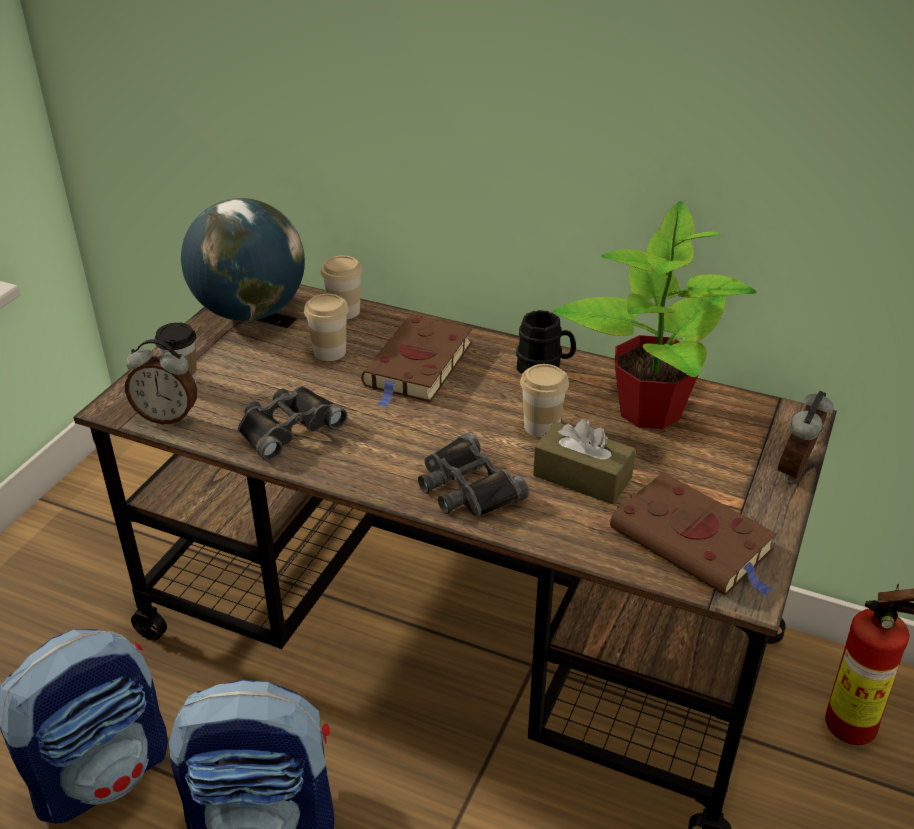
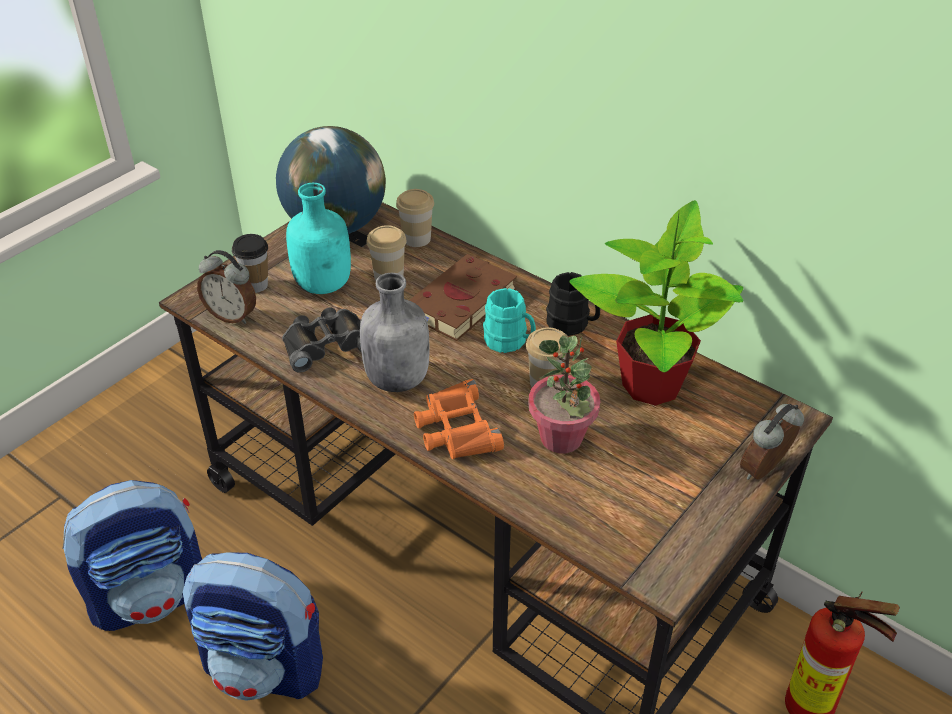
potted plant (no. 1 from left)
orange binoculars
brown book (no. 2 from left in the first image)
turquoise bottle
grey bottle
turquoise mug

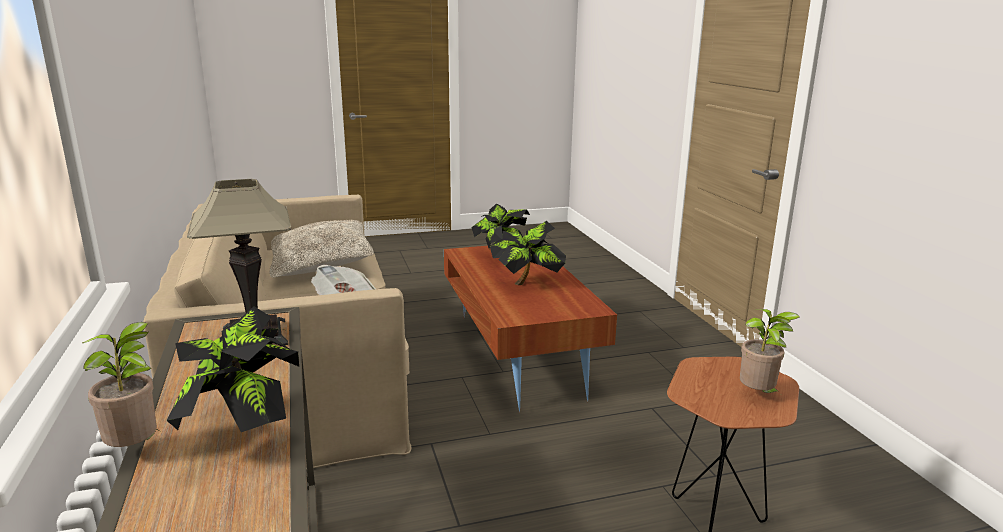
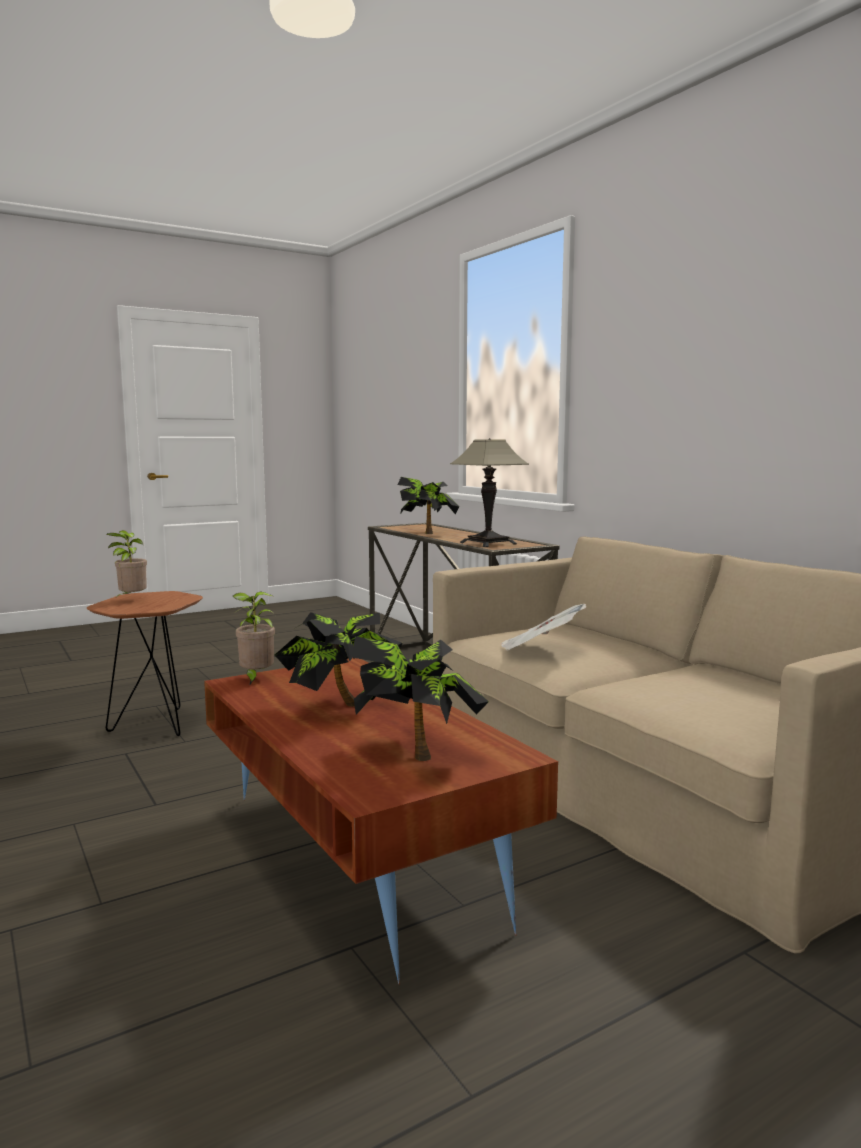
beige pillow
potted plant (no. 2 from left)

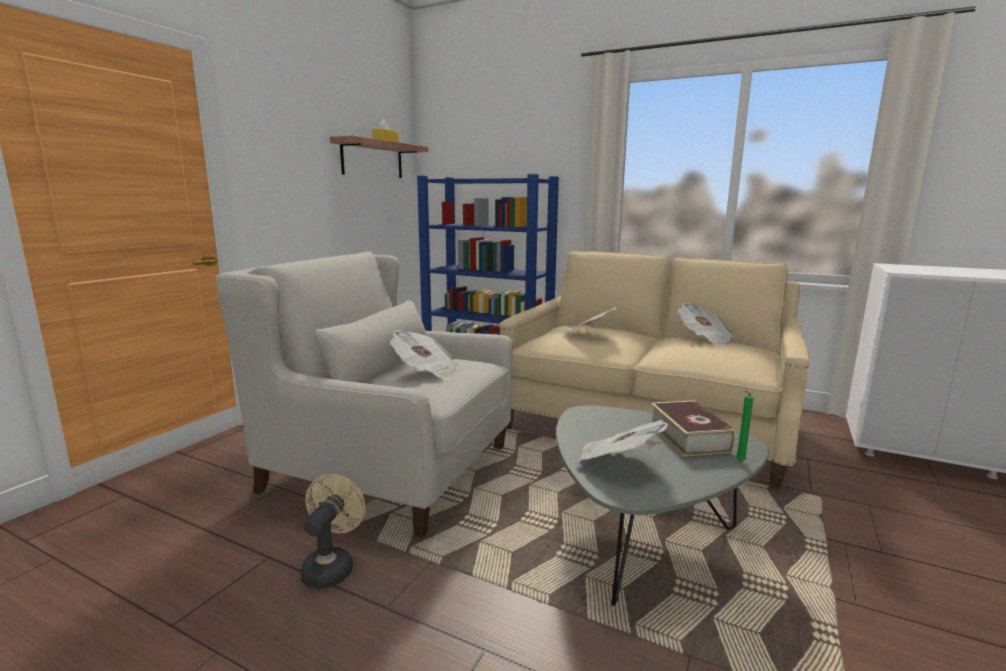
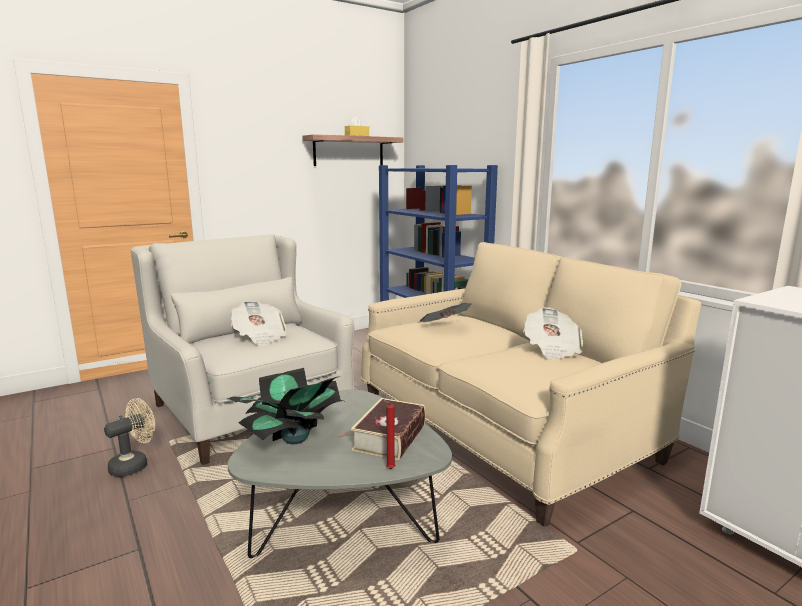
red candle
potted plant

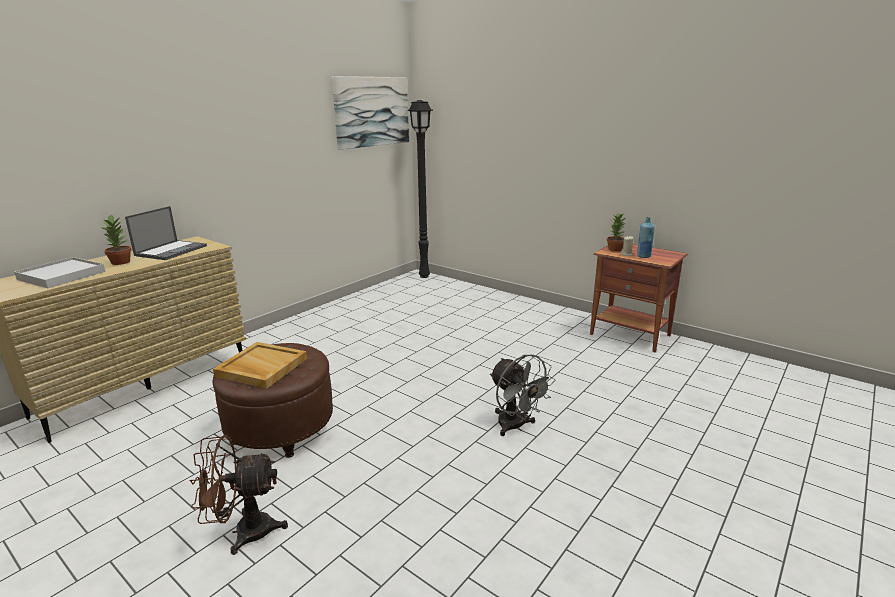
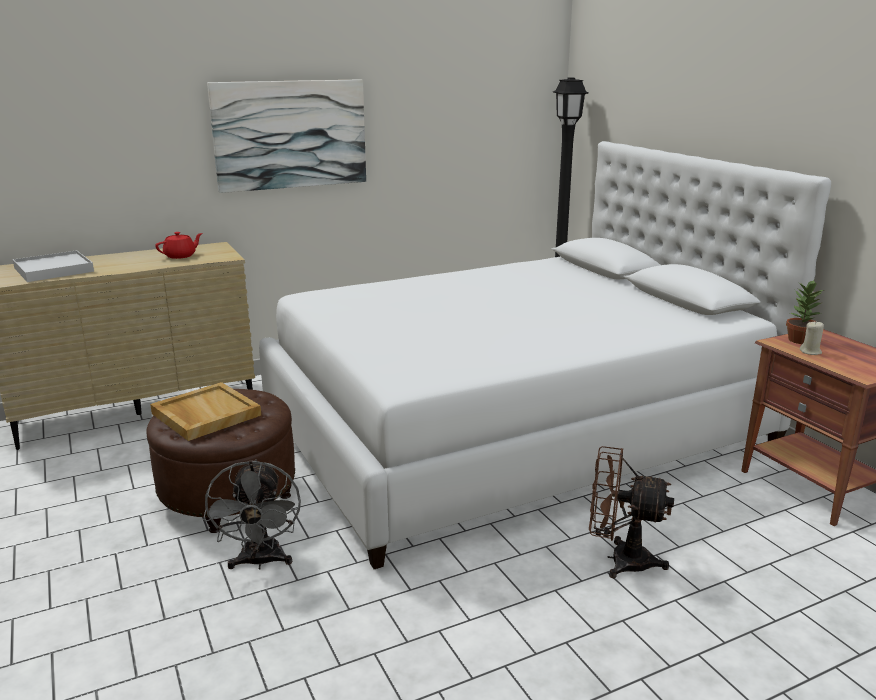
picture
red teapot
potted plant (no. 1 from left in the first image)
blue bottle
grey fan
brown fan
white bed

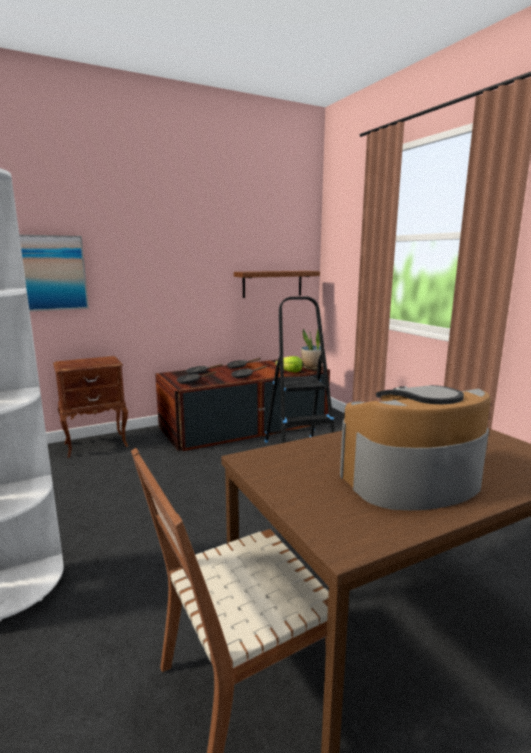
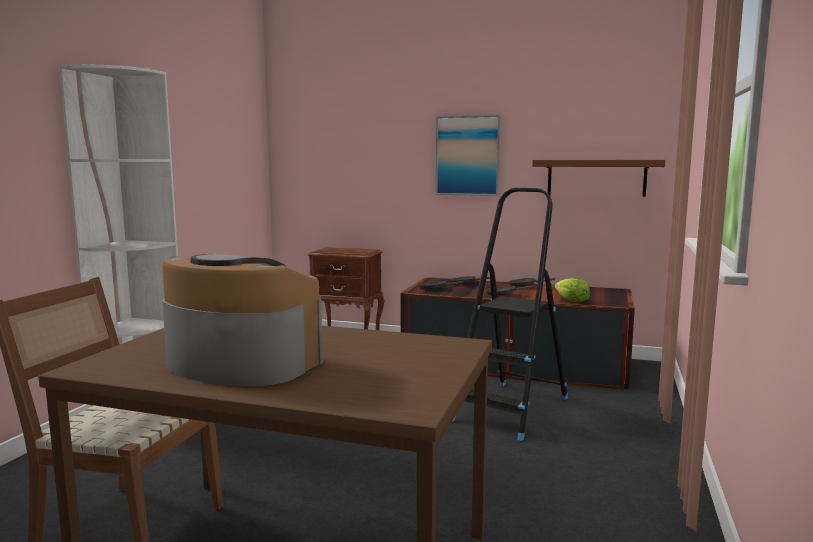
picture
potted plant

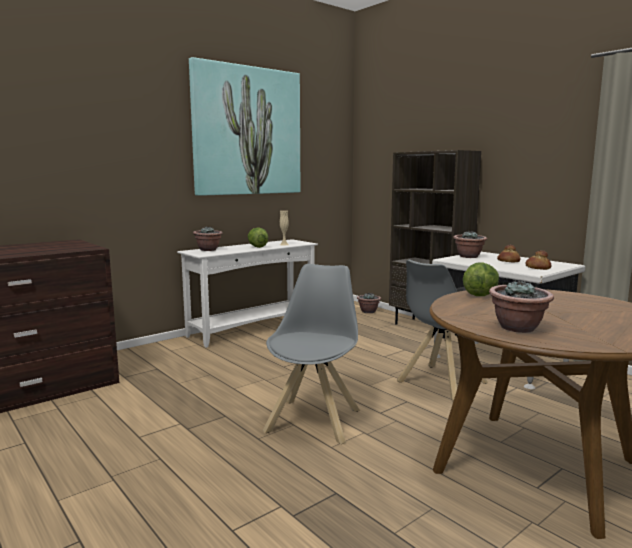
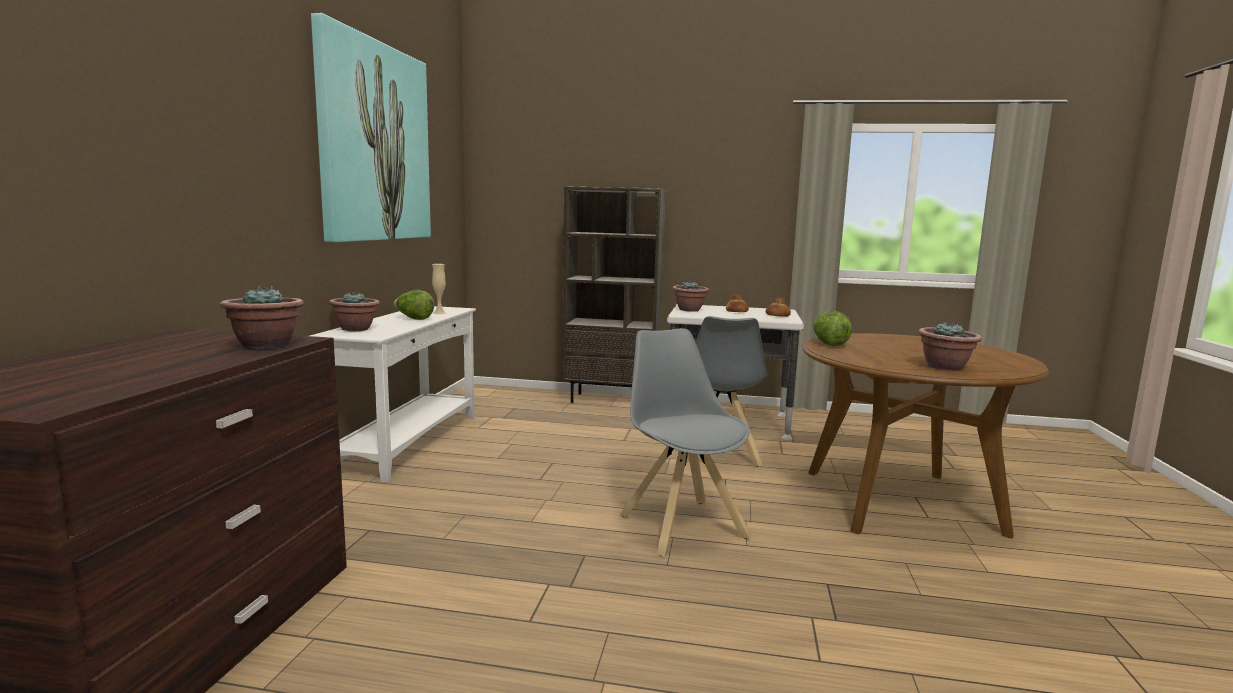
potted plant (no. 1 from left)

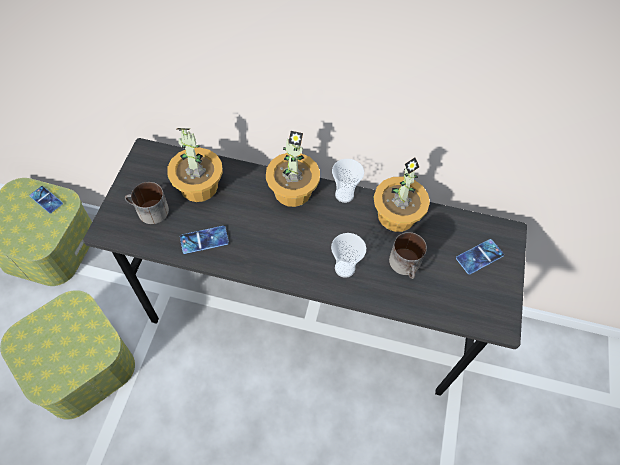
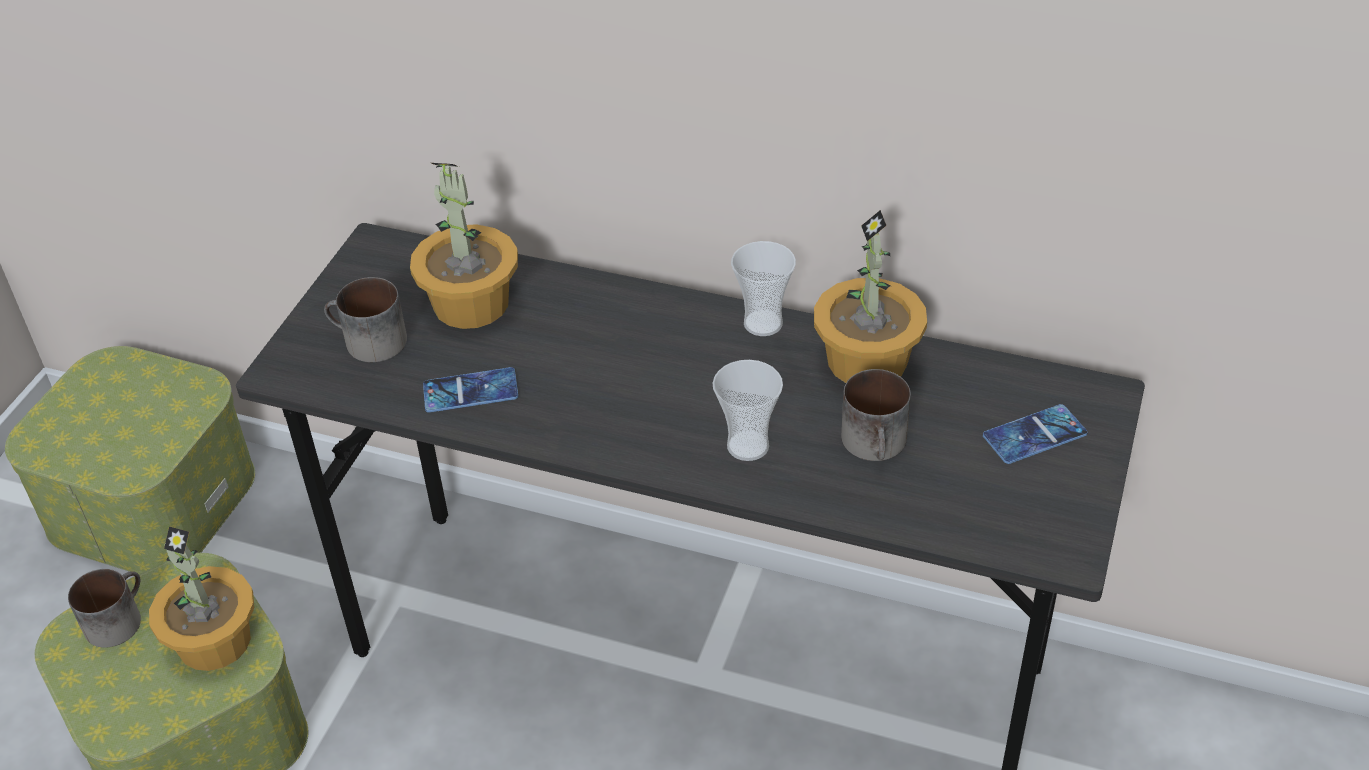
potted plant (no. 1 from left)
phone (no. 1 from left in the first image)
mug (no. 1 from left)

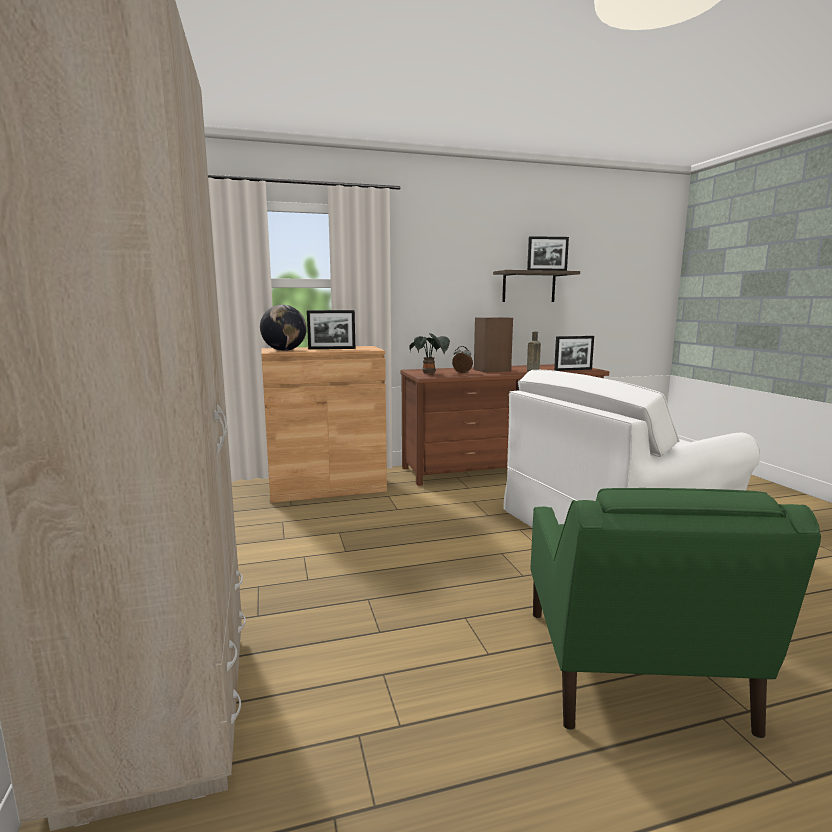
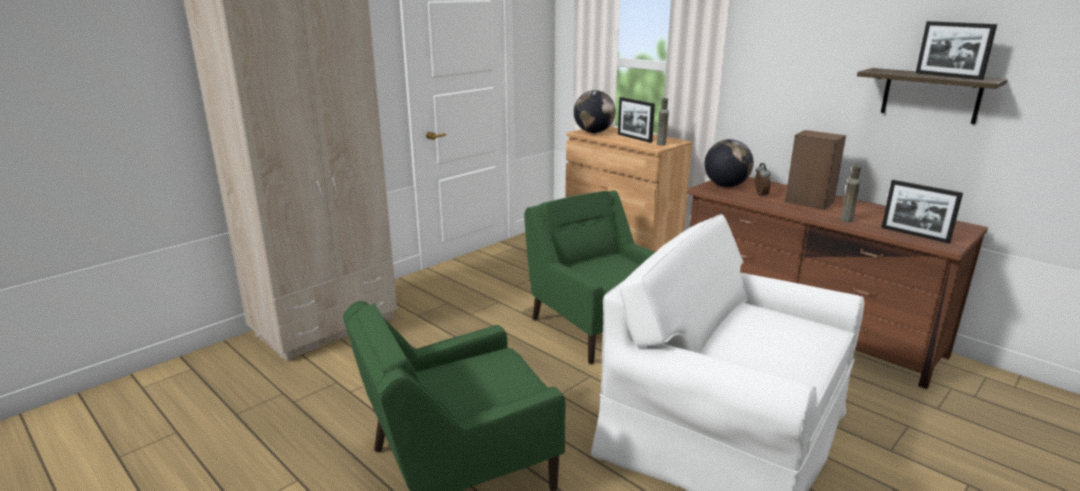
globe (no. 2 from left)
brown bottle (no. 1 from left)
green armchair (no. 2 from left)

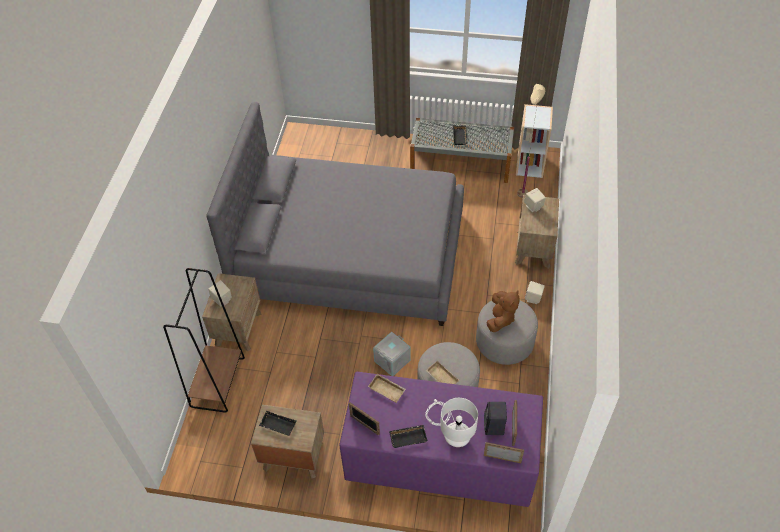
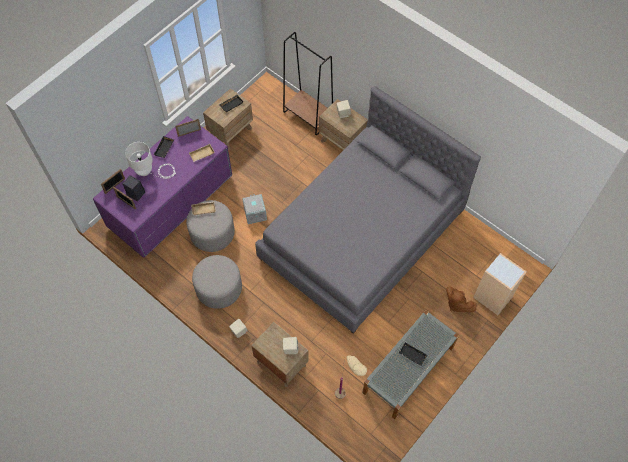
bookcase
brown plush toy

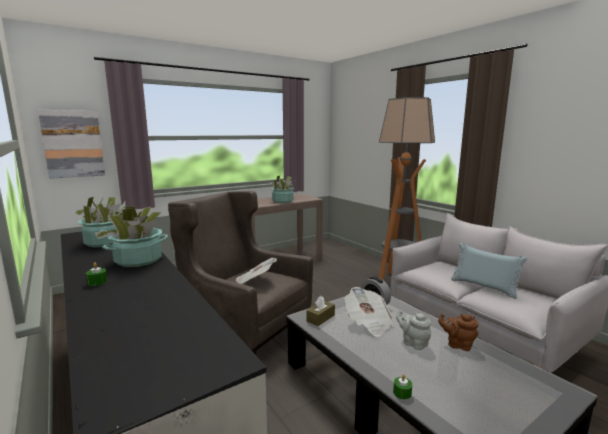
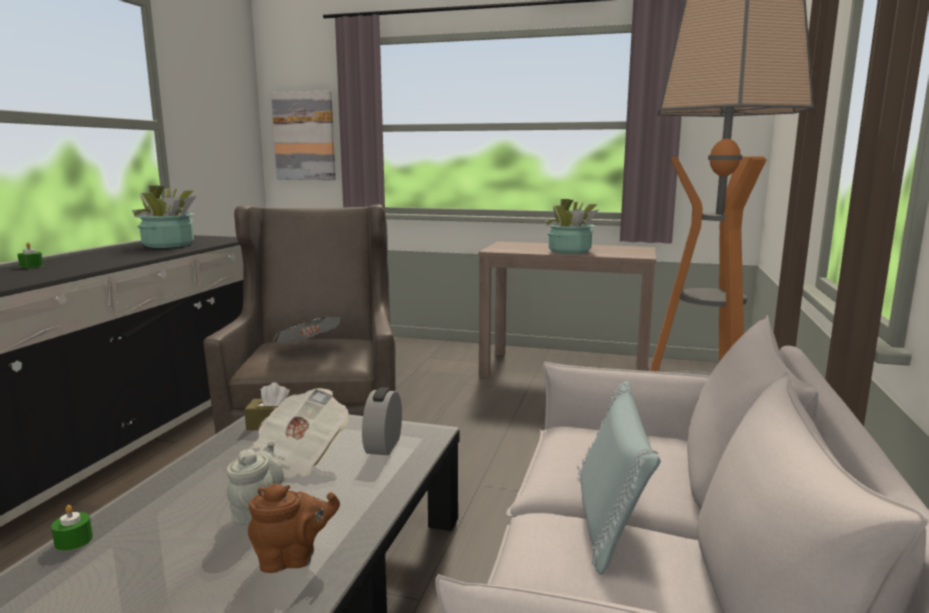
potted plant (no. 2 from left in the first image)
brown teapot

